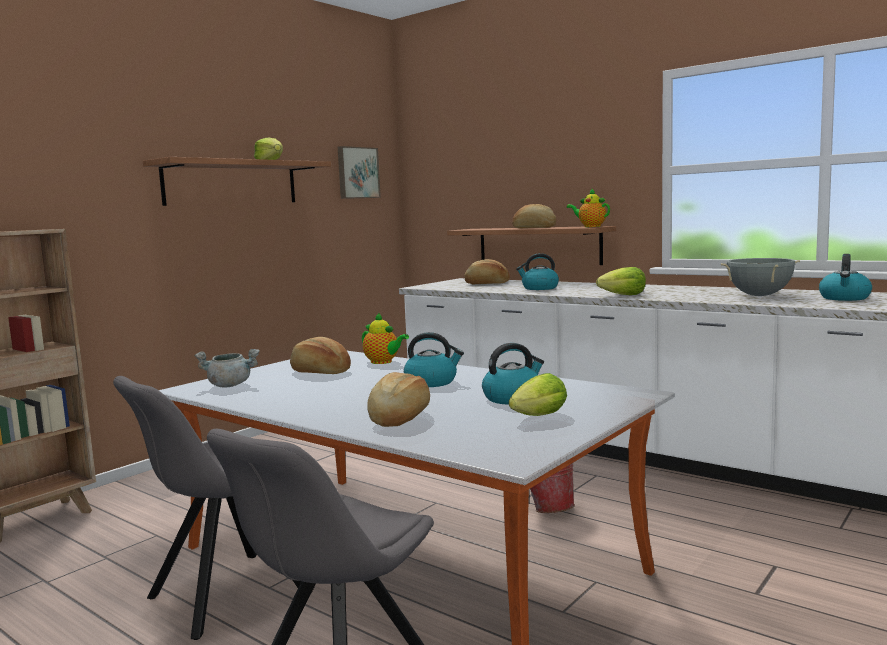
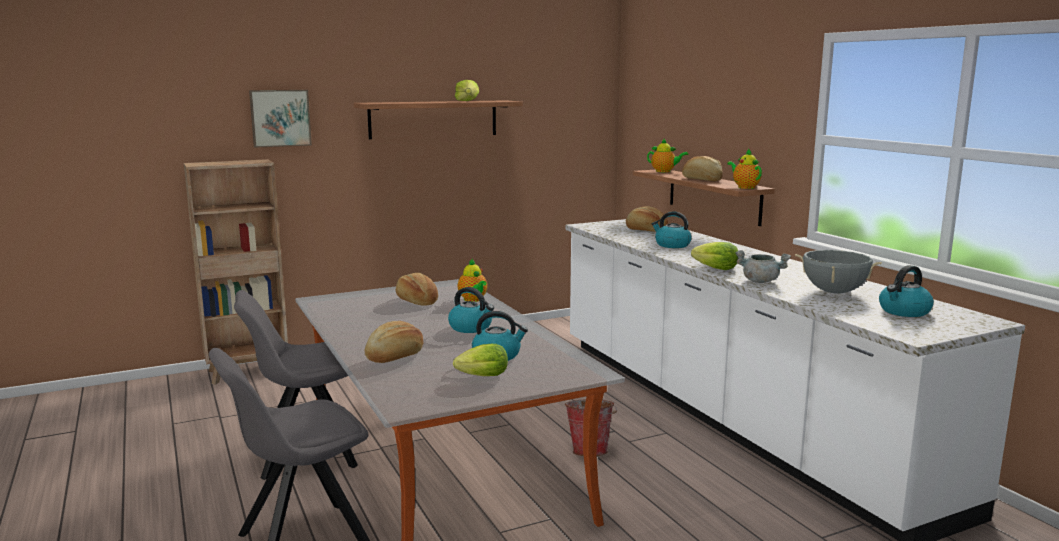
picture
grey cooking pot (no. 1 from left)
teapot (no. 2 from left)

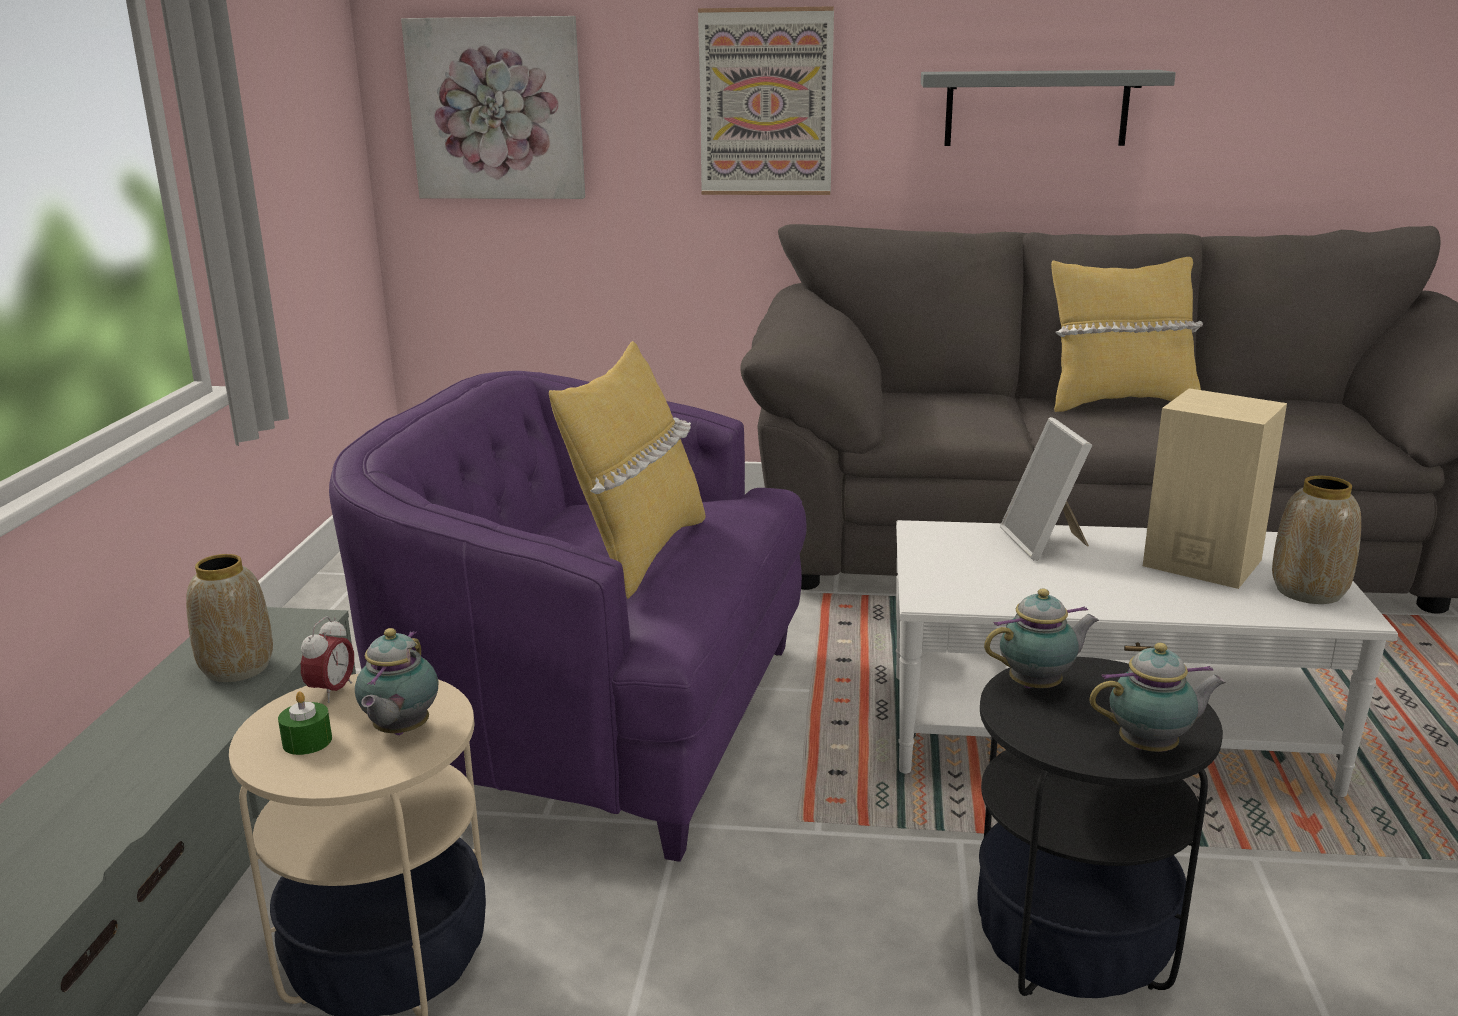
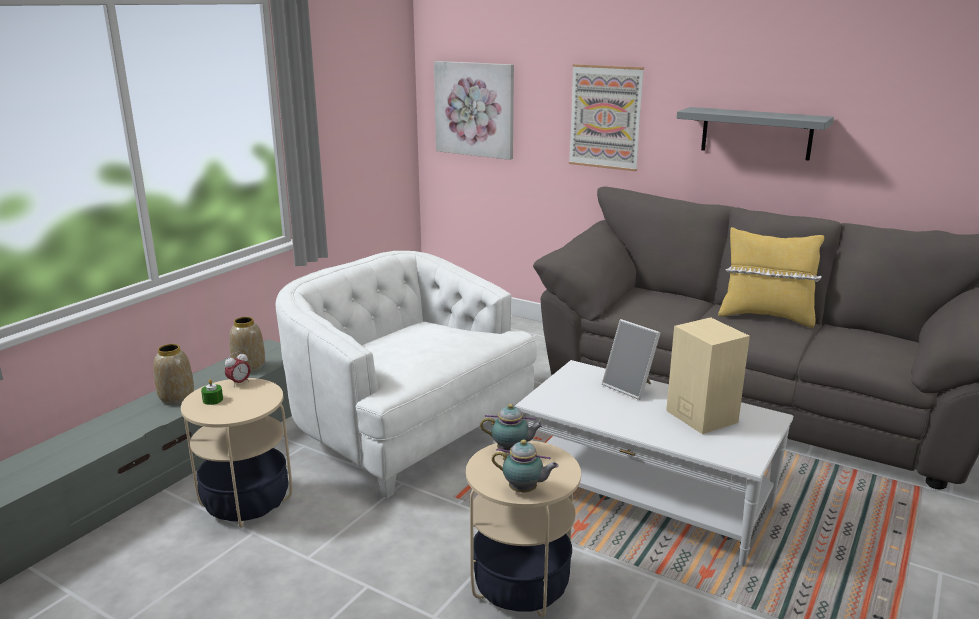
yellow pillow (no. 1 from left in the first image)
white armchair
picture frame
vase (no. 1 from left)
teapot (no. 1 from left in the first image)
beige side table (no. 2 from left)

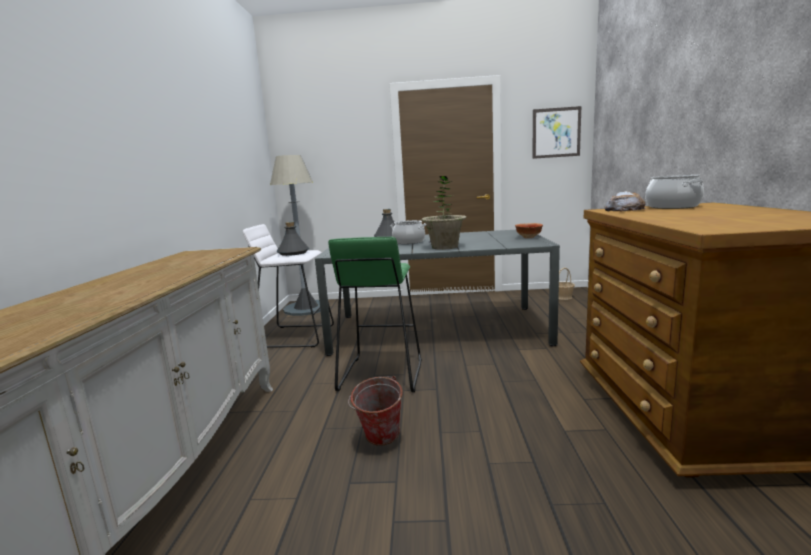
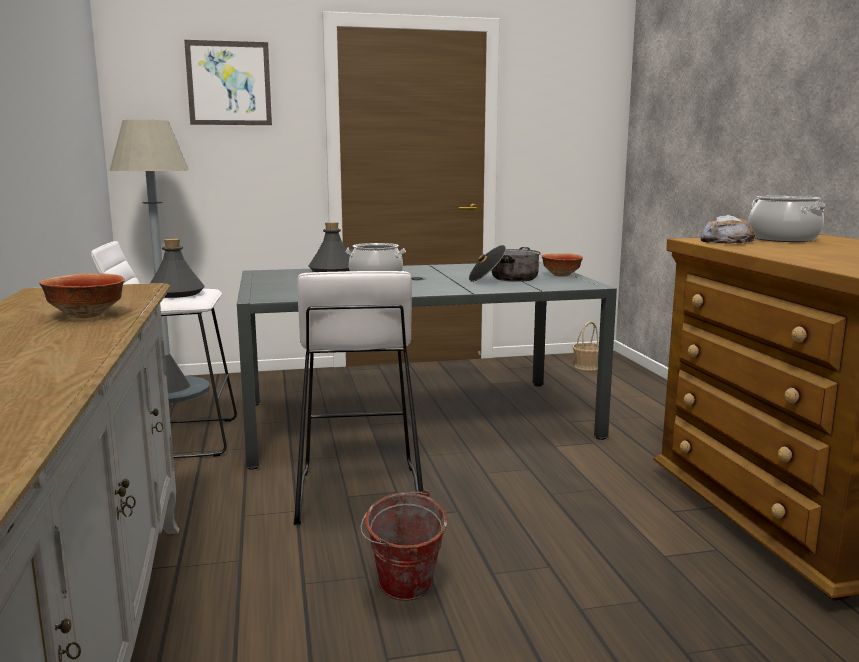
picture
potted plant
white stool (no. 2 from left)
cooking pot (no. 2 from left)
bowl (no. 1 from left)

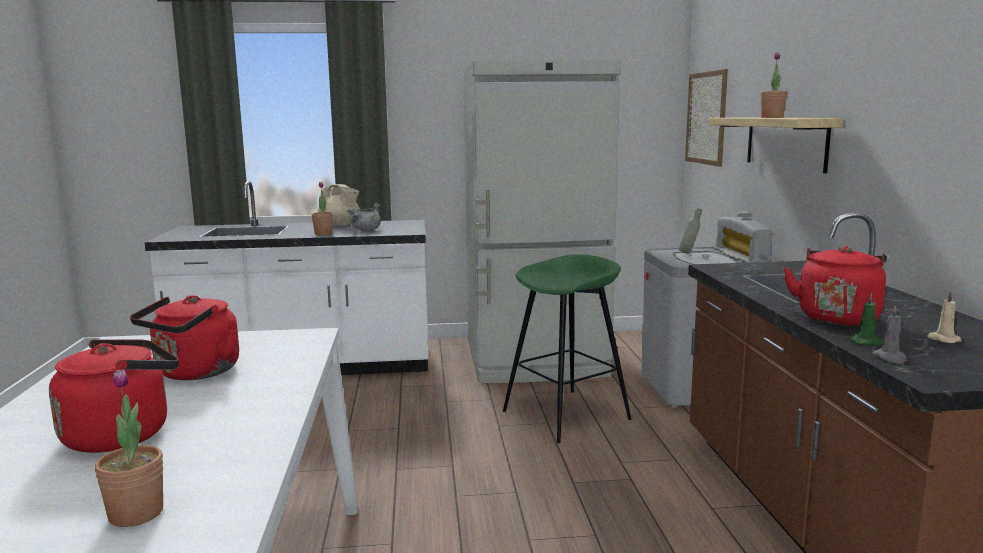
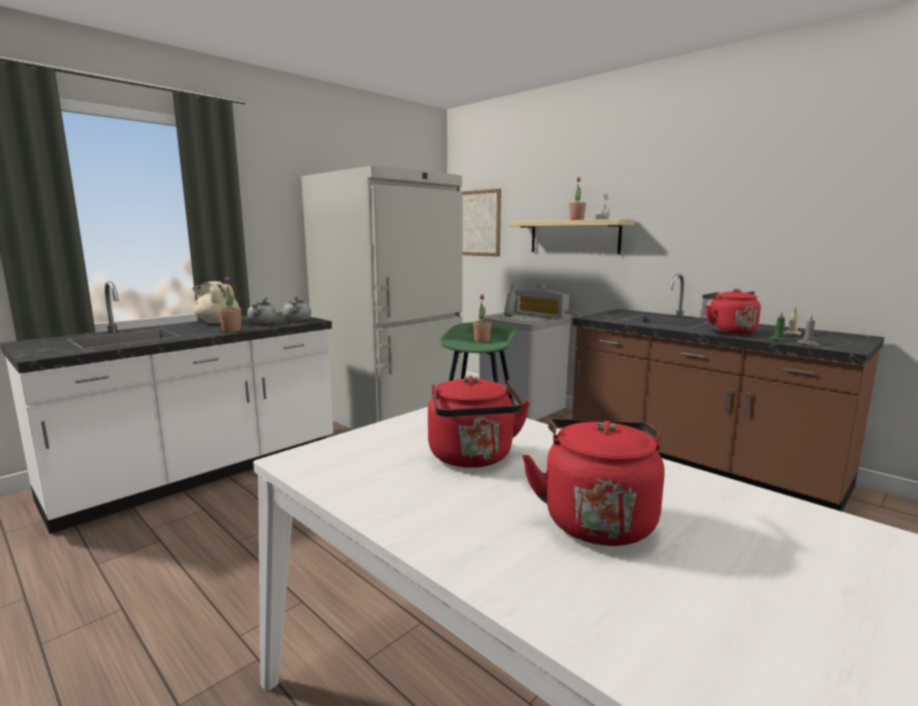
beige teapot
potted plant (no. 2 from left)
grey cooking pot (no. 2 from left)

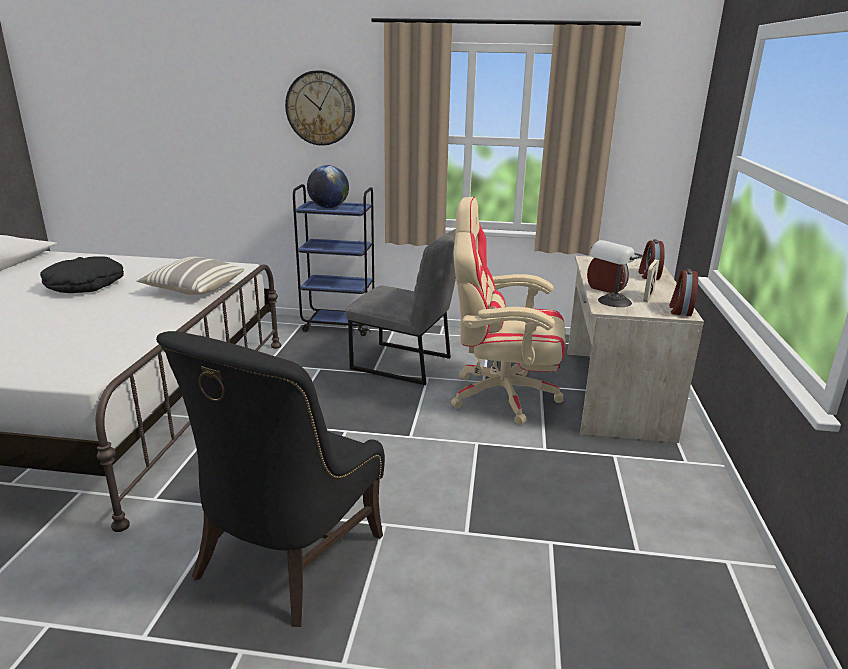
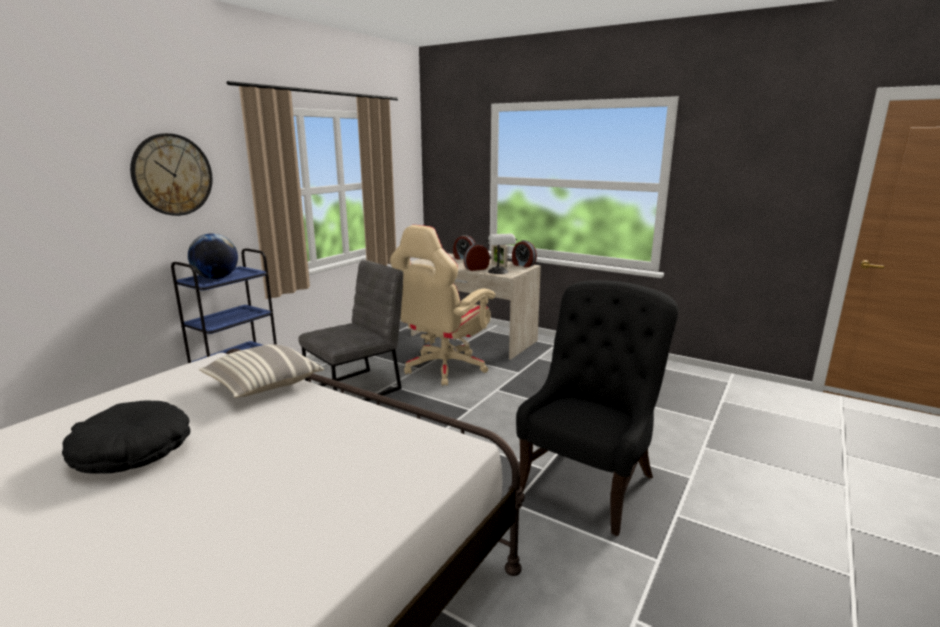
black armchair

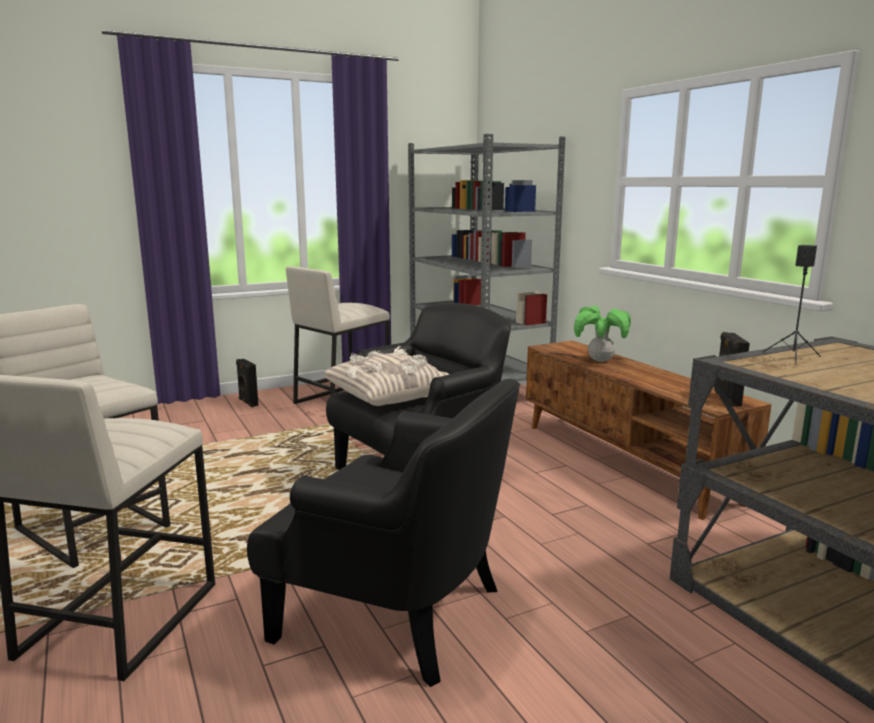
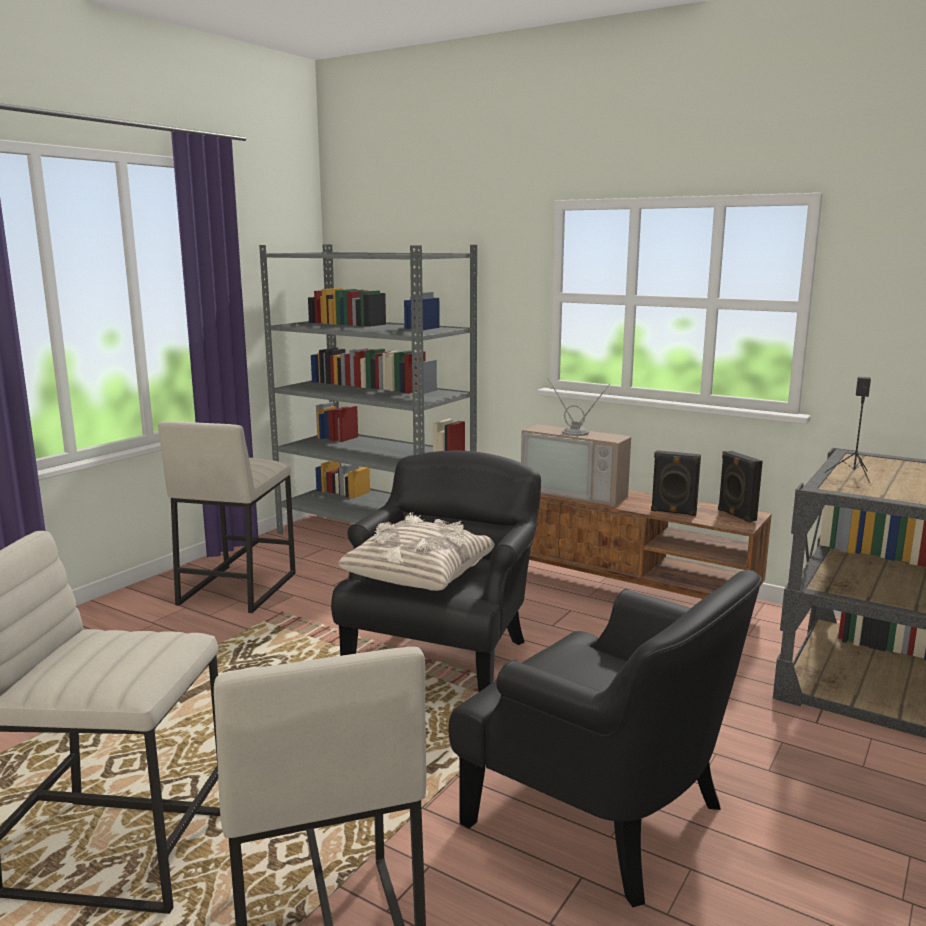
television
black speaker (no. 1 from left)
black armchair (no. 2 from left)

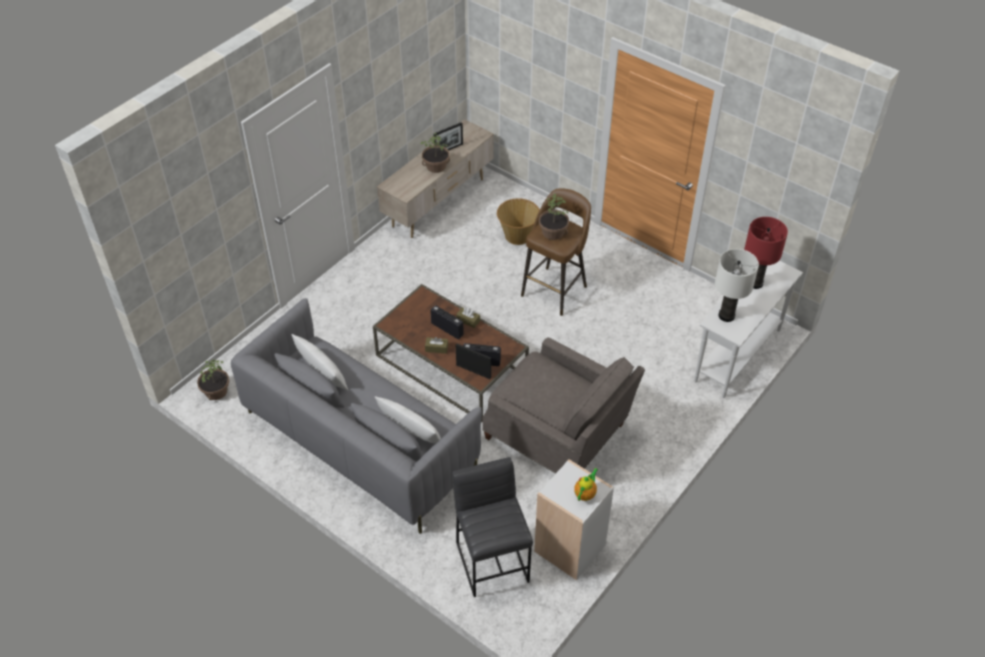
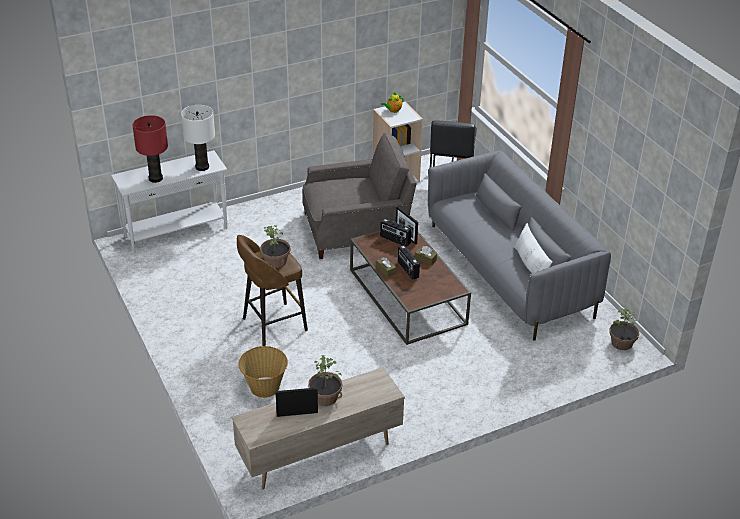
grey armchair
white pillow (no. 2 from left in the first image)

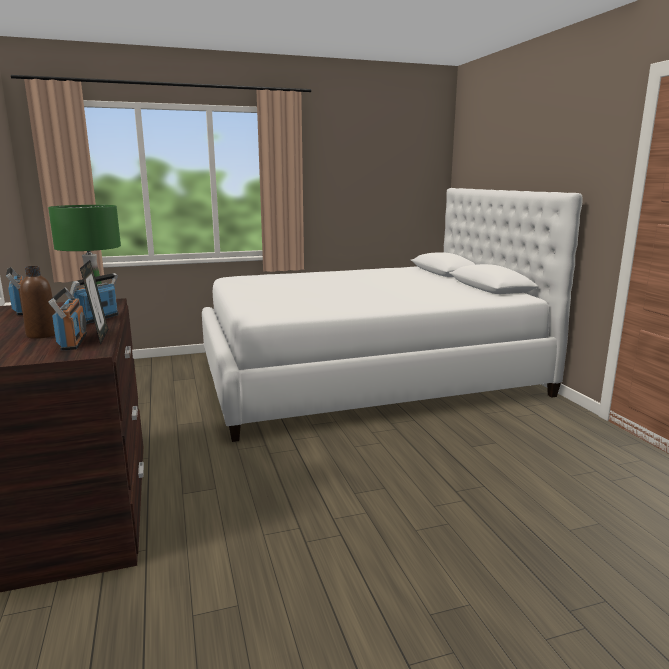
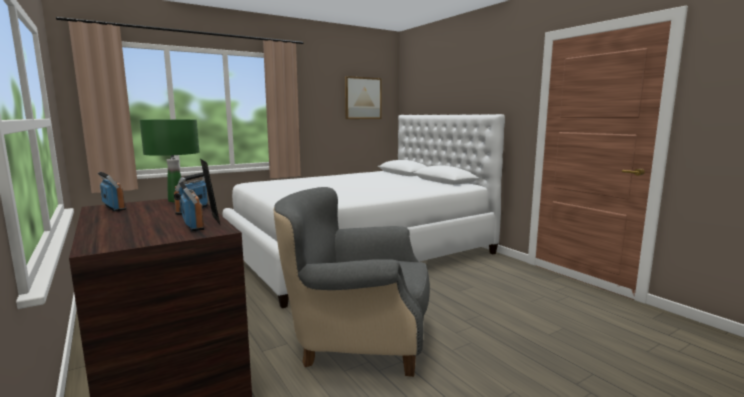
brown bottle
picture
grey armchair

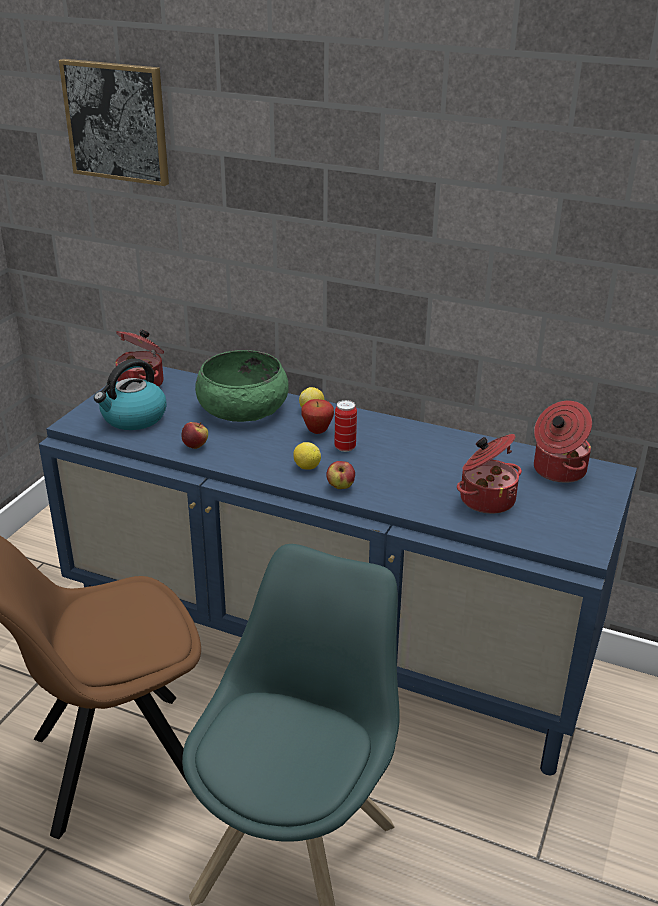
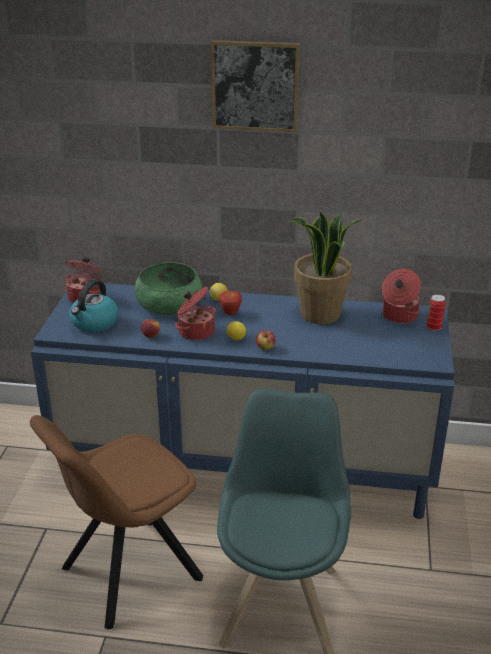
picture
can
cooking pot (no. 2 from left)
potted plant

